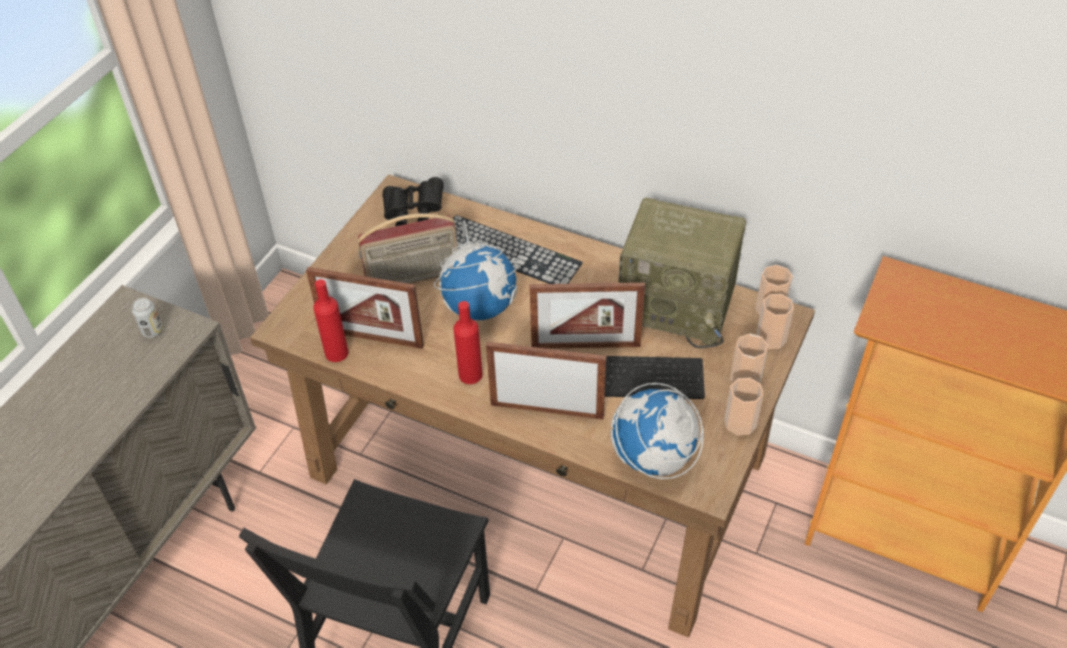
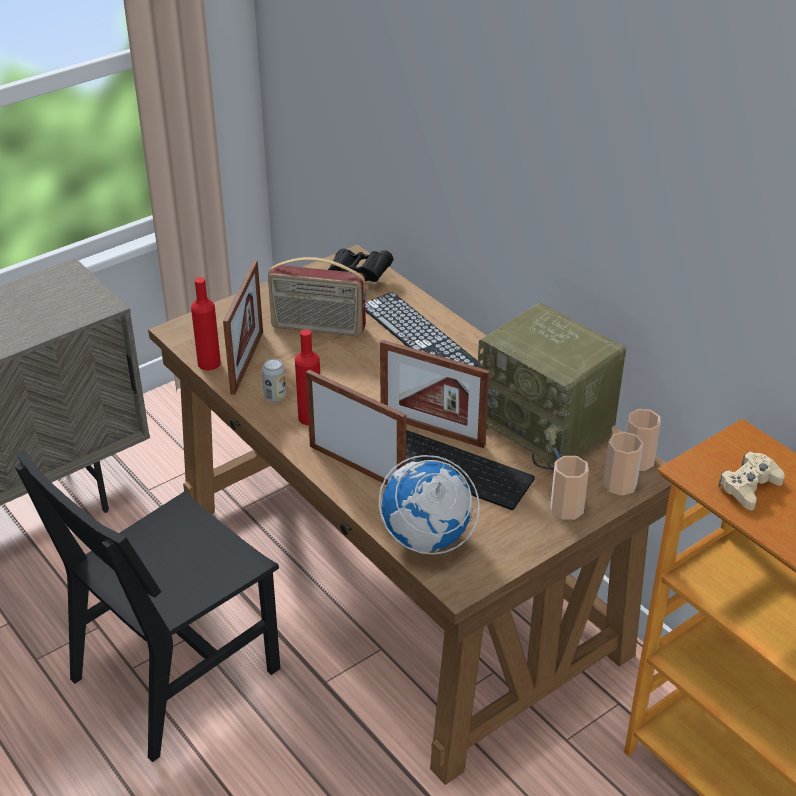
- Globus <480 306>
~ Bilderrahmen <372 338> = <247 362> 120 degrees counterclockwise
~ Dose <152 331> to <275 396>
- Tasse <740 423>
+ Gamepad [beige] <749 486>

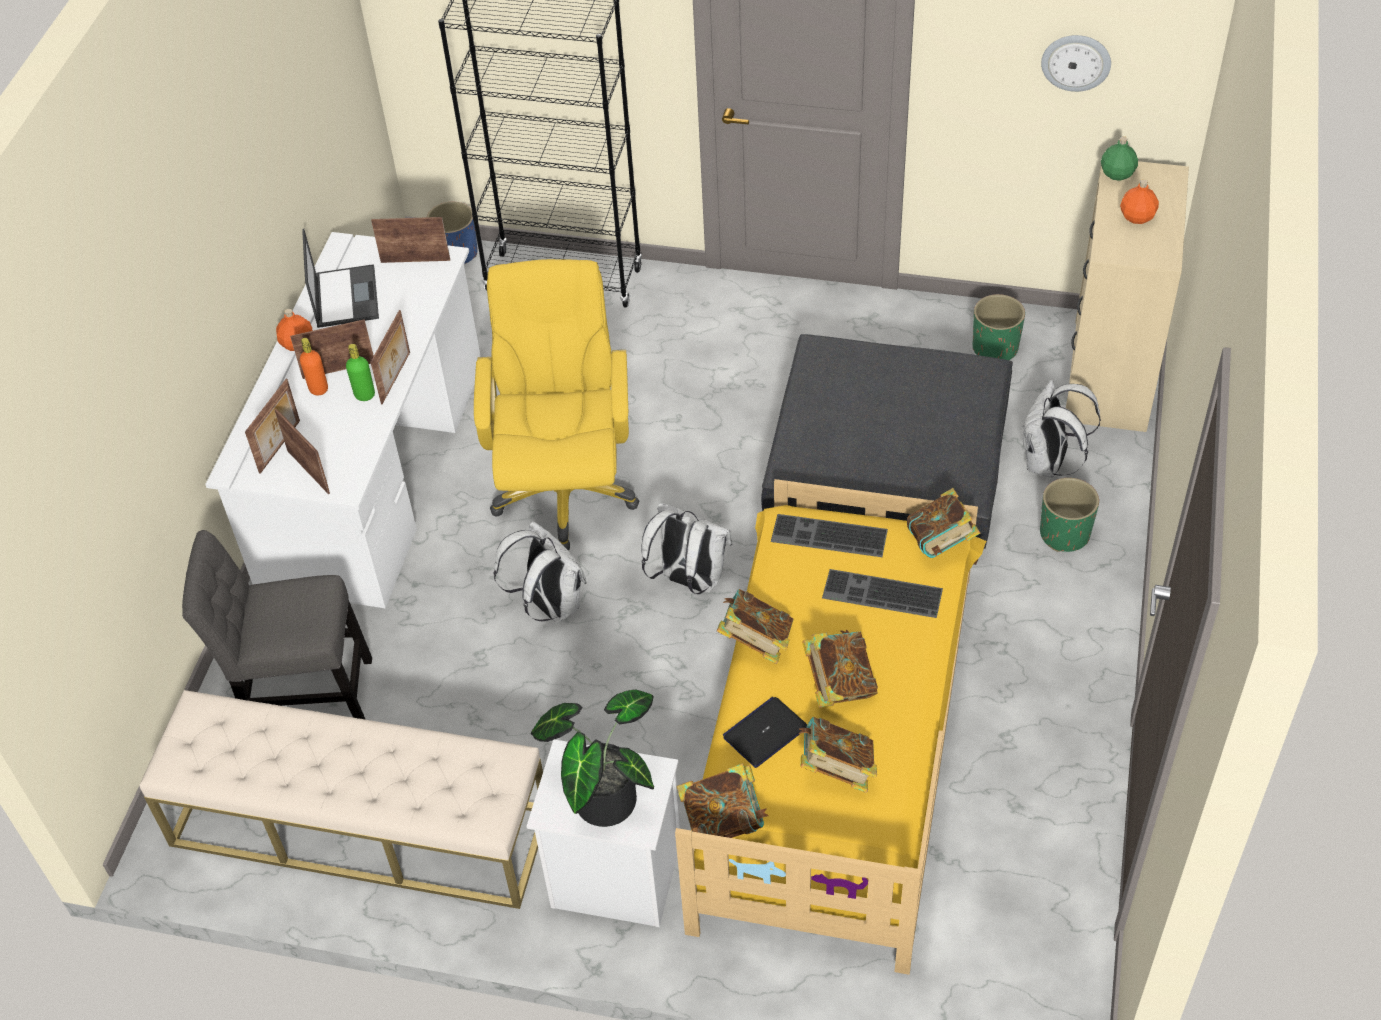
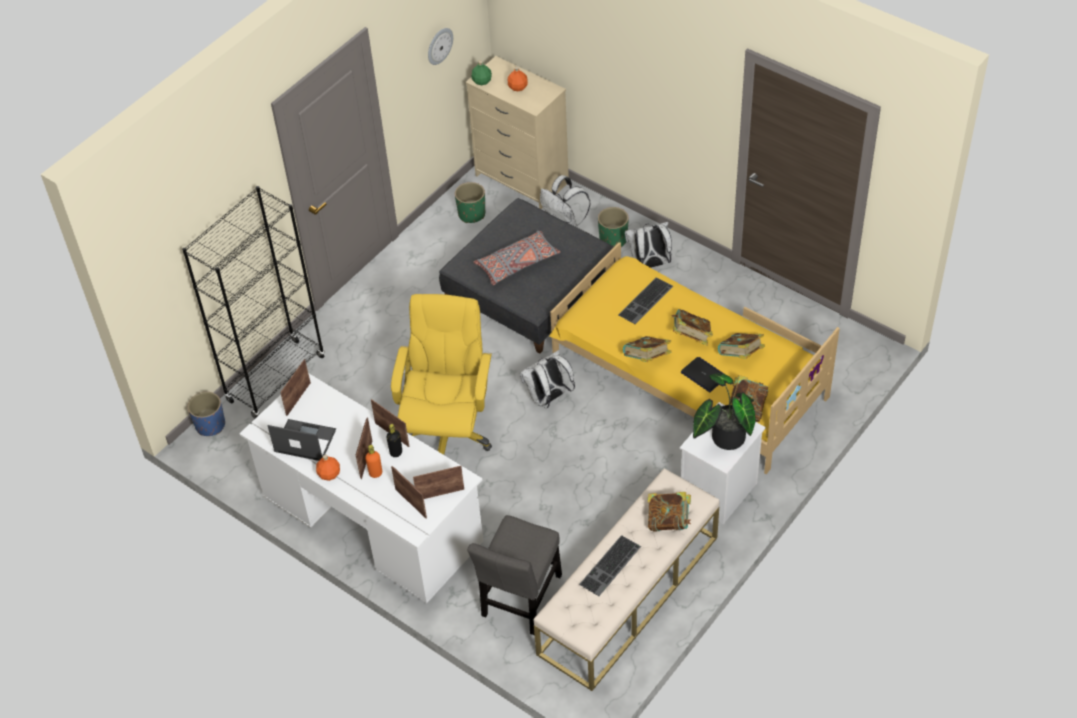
~ Bürostuhl [gelb] <565 490> = <448 432> 75 degrees clockwise
~ Flasche [grün] <364 395> to Flasche [schwarz] <396 452>
~ Buch <941 543> to <669 521>
~ Tastatur <827 537> to <611 567>
~ Rucksack [weiß] <549 605> to <649 265>
~ Laptop <765 732> = <704 375> 150 degrees clockwise
+ Kissen [grau] <517 264>

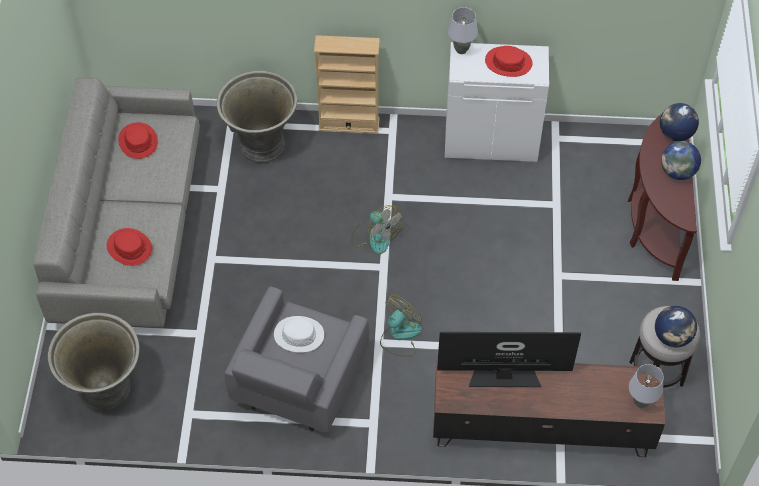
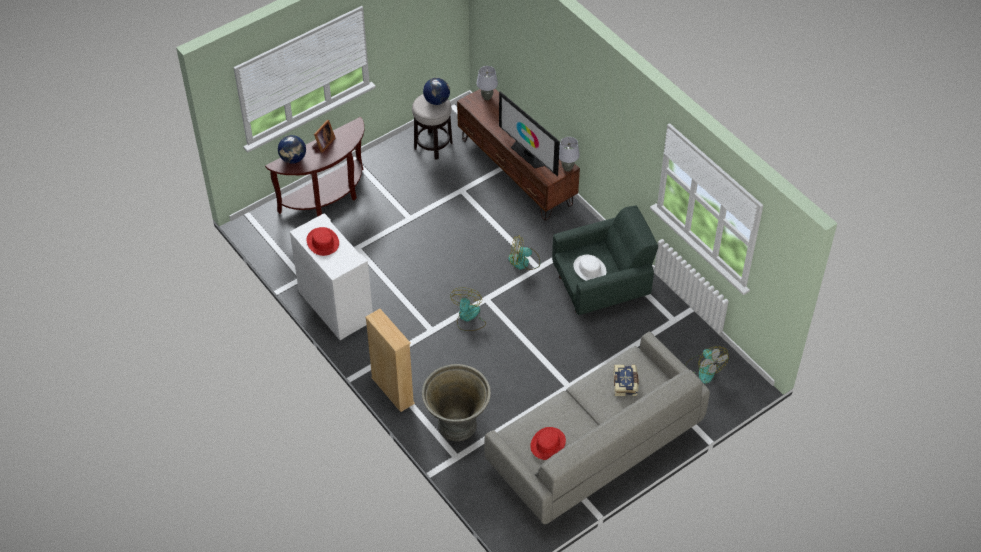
~ Tischlampe [grau] <461 50> to <567 168>
~ Globus <677 172> to Bilderrahmen <323 144>
~ Hut [rot] <129 247> to Buch <626 383>
~ Sessel [grau] <298 384> to Sessel [grün] <602 285>
~ Pflanzkübel [grau] <106 390> to Ventilator <703 369>

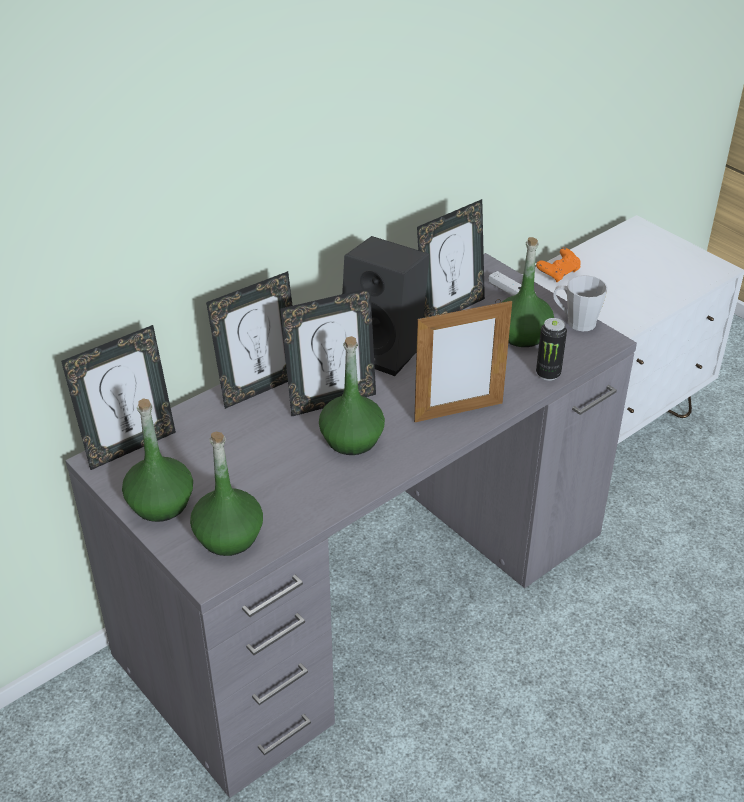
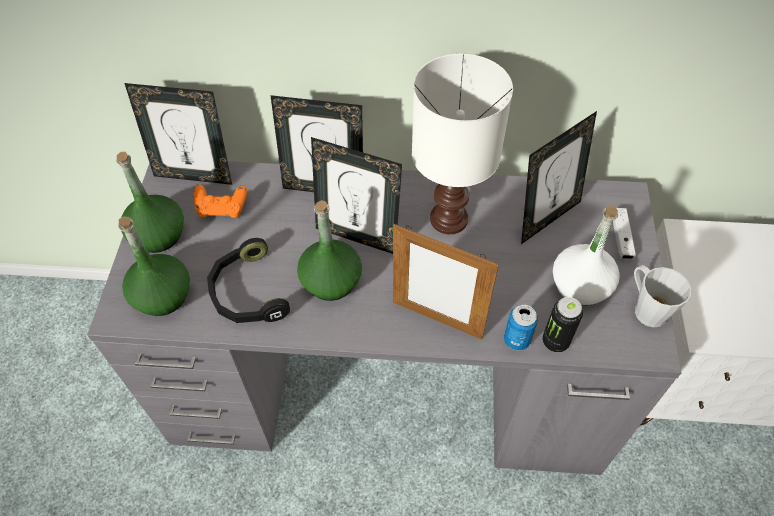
~ Bilderrahmen <449 310> = <546 218> 45 degrees counterclockwise
~ Lautsprecher [schwarz] <386 350> to Tischlampe [weiß] <450 220>
~ Flasche [grün] <522 334> to Flasche [weiß] <580 285>
~ Gamepad [orange] <558 273> to <222 209>
+ Kopfhörer [schwarz] <247 293>
+ Dose <516 340>

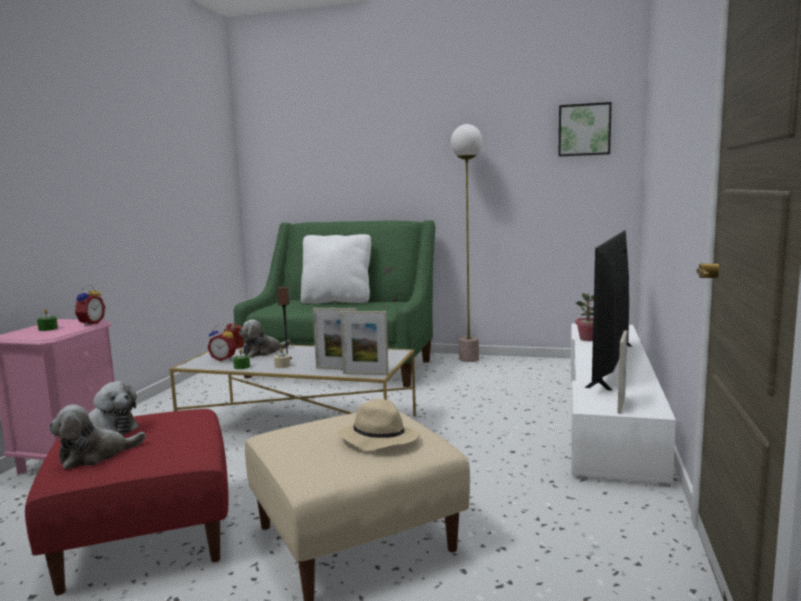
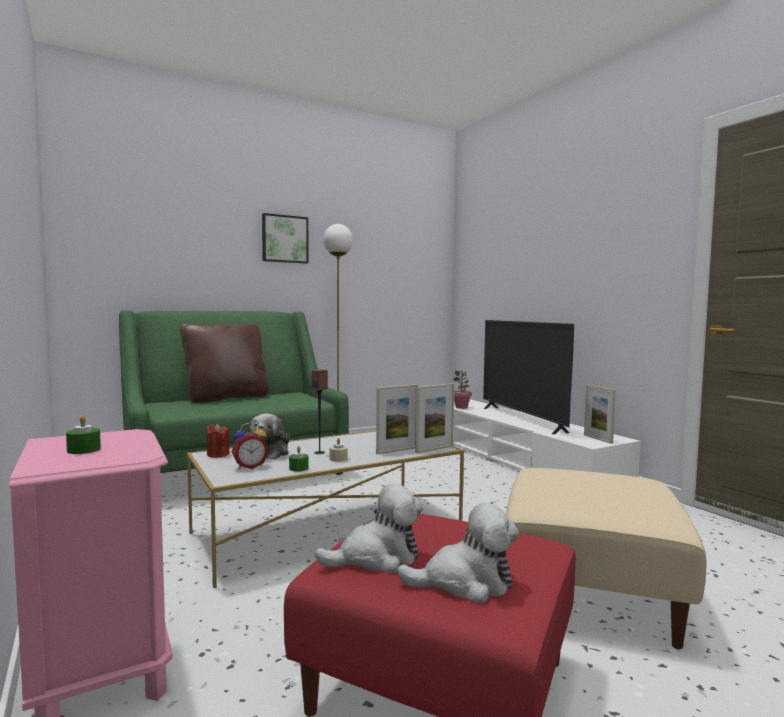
~ Bild <584 130> to <284 239>
~ Kissen [weiß] <337 301> to Kissen [braun] <226 398>
- Wecker <90 324>
- Hut [beige] <377 439>
~ Plüschtier <95 455> = <465 583> 105 degrees counterclockwise

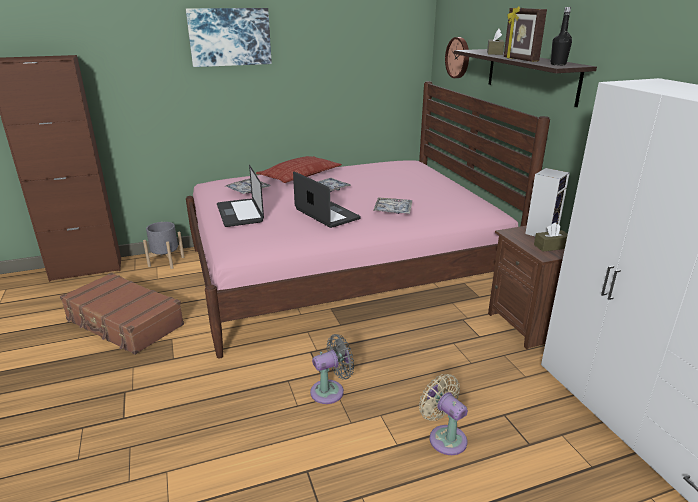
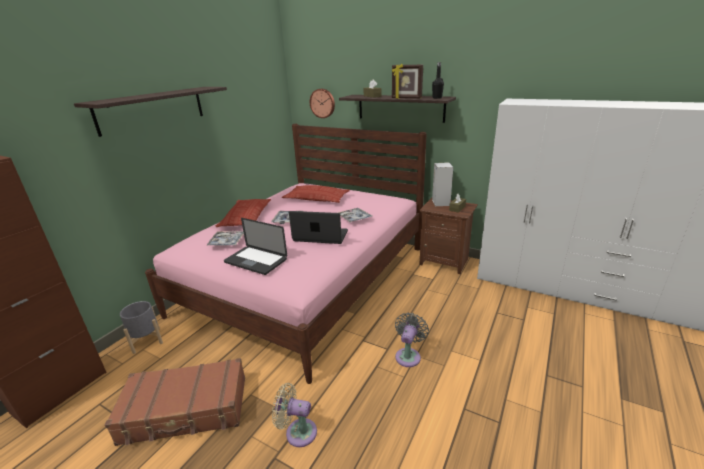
~ Bild <229 37> to Wandregal <152 109>
~ Ventilator [beige] <444 437> to <298 432>
+ Kissen <316 198>

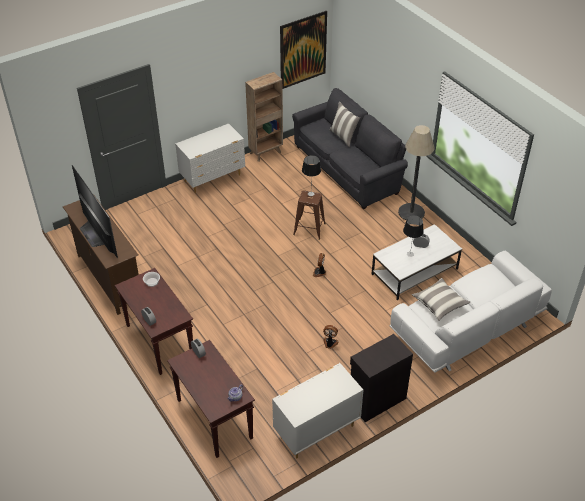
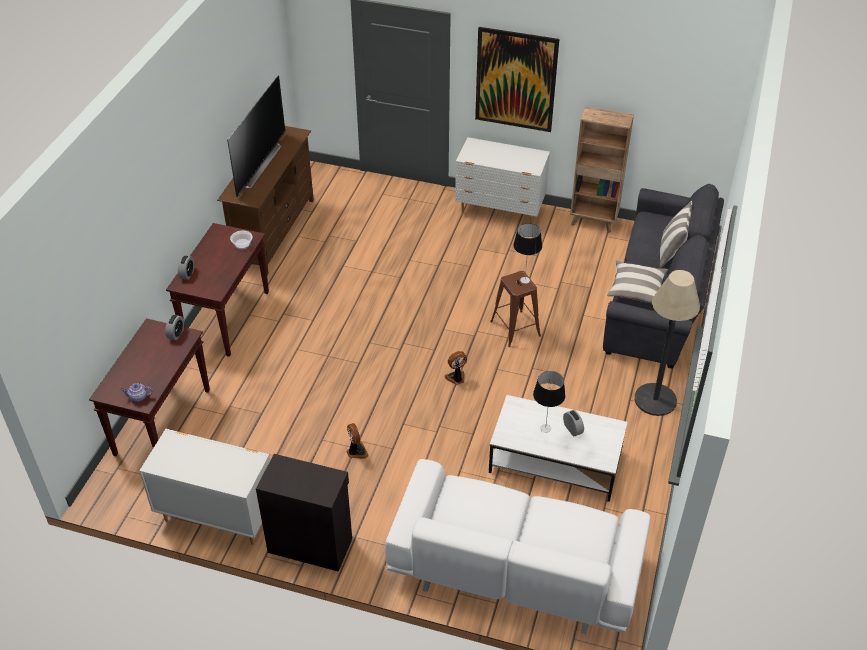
~ Bild <303 50> to <516 80>
~ Kissen <439 304> to <636 289>

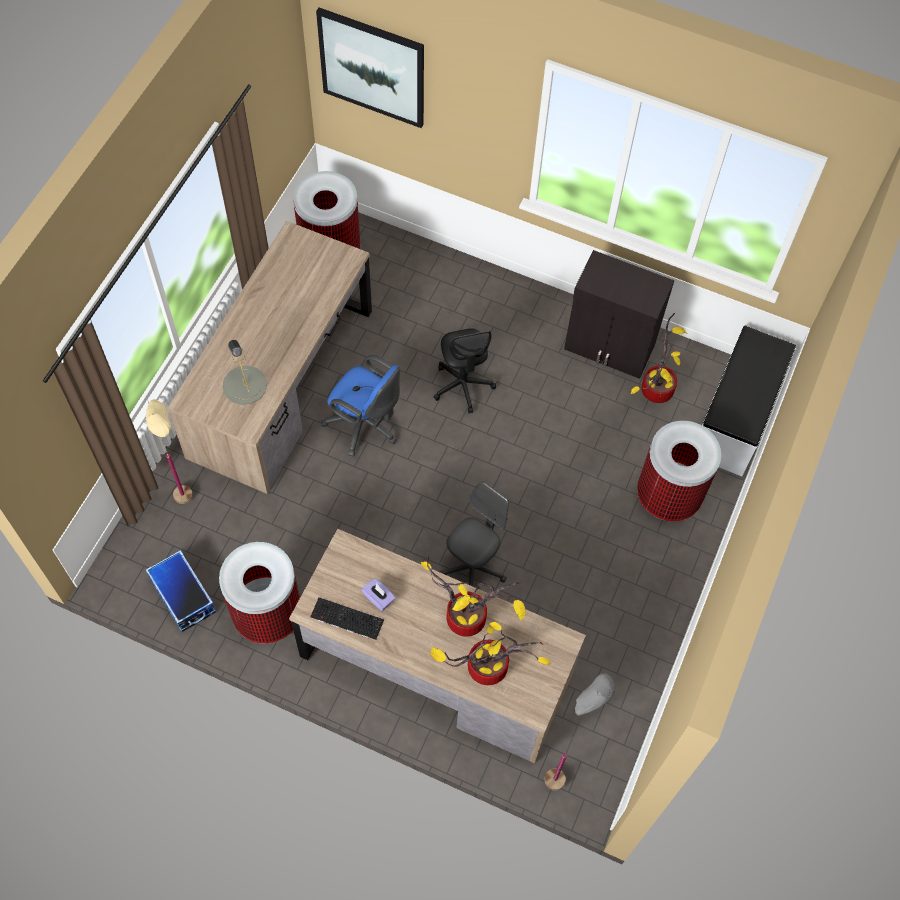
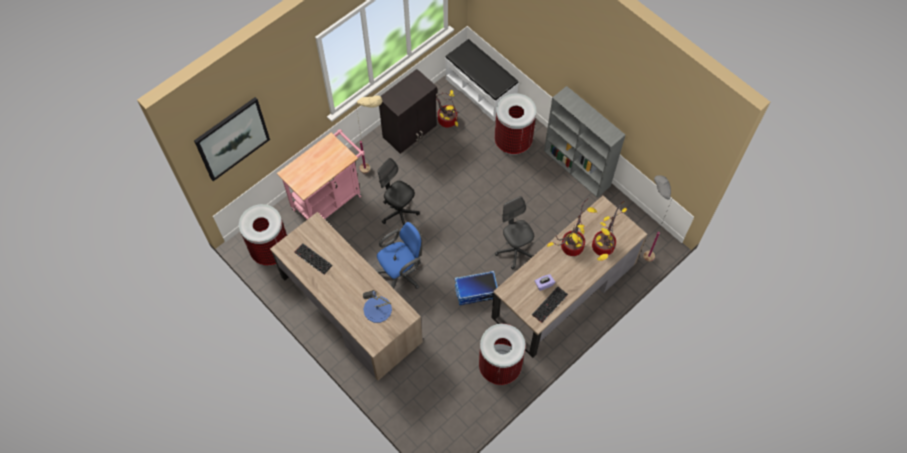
~ Bürostuhl [schwarz] <463 386> = <399 213> 150 degrees counterclockwise
~ Tischlampe [grau] <244 385> to Tischlampe [blau] <377 309>
~ Stehlampe [beige] <190 510> to <374 169>
~ Aufbewahrungsbox <182 597> to <476 292>
+ Bücherregal [grau] <577 168>
+ Rollwagen [rosa] <330 200>
+ Tastatur <312 259>

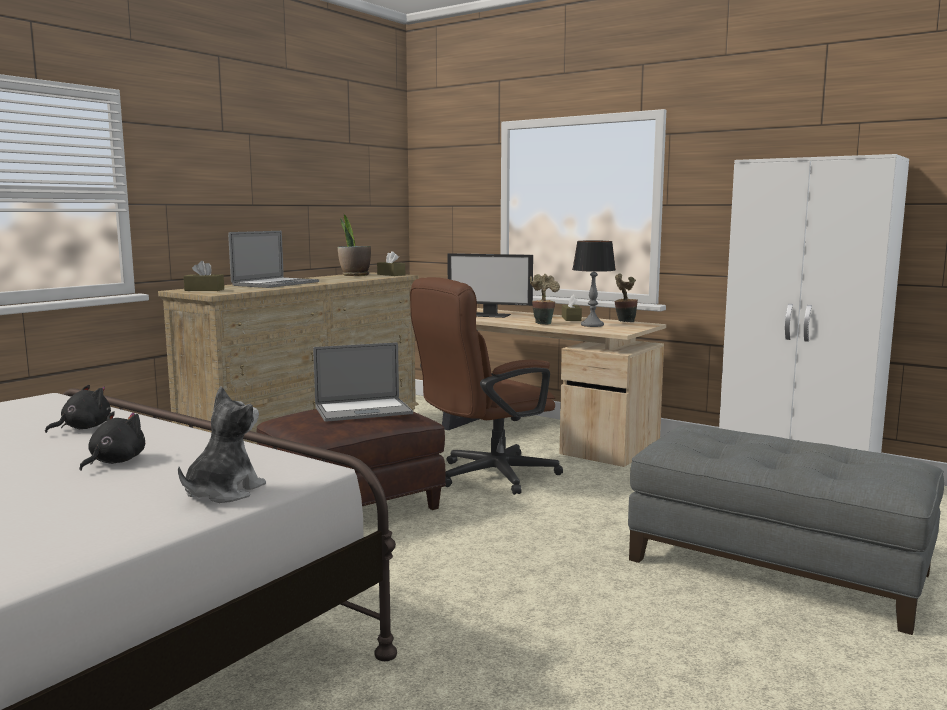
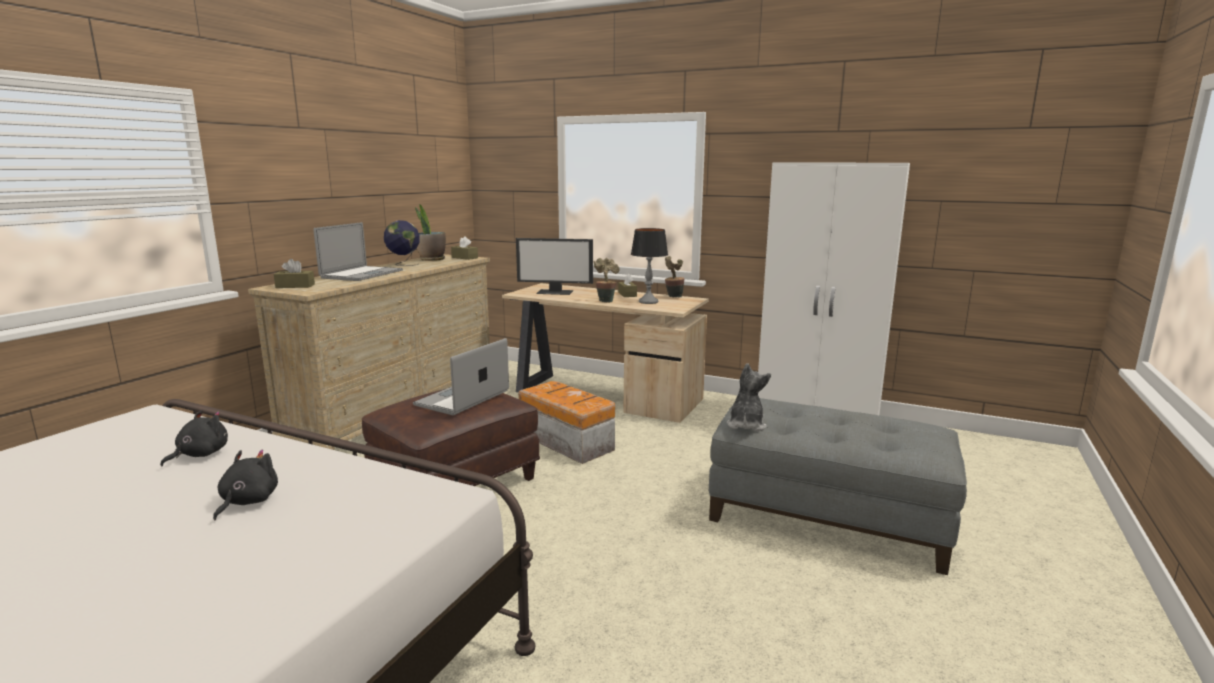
~ Bürostuhl [braun] <486 476> to Aufbewahrungsbox <566 441>
~ Laptop <363 410> = <462 398> 150 degrees clockwise
~ Plüschtier <223 492> to <746 424>
+ Globus <403 264>

